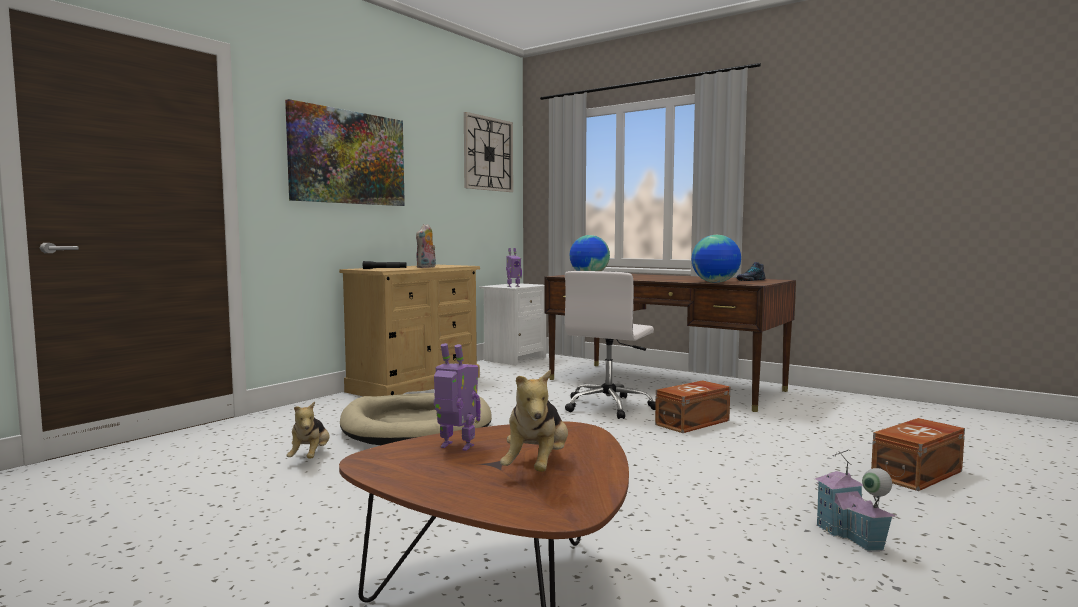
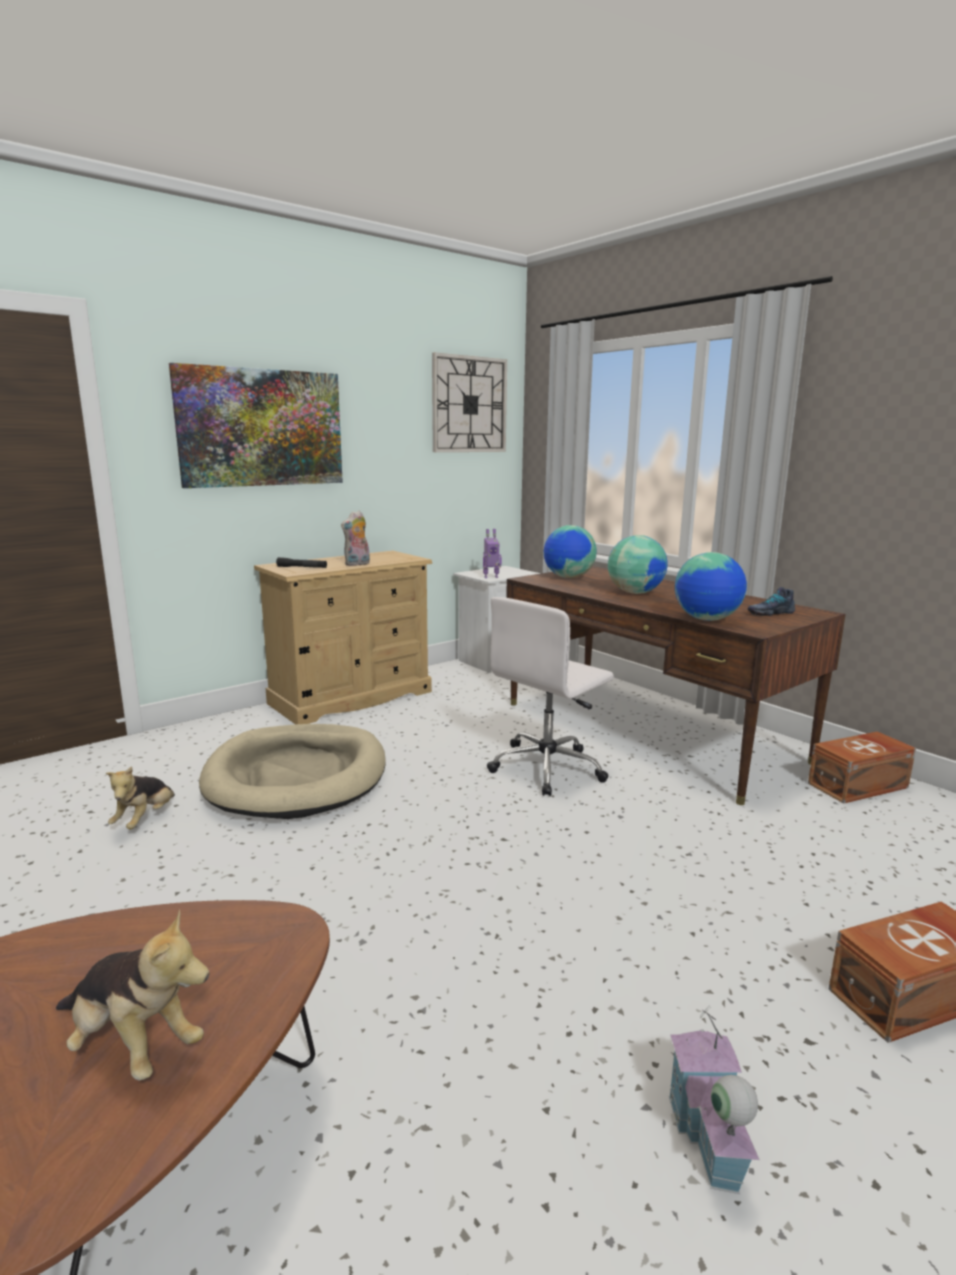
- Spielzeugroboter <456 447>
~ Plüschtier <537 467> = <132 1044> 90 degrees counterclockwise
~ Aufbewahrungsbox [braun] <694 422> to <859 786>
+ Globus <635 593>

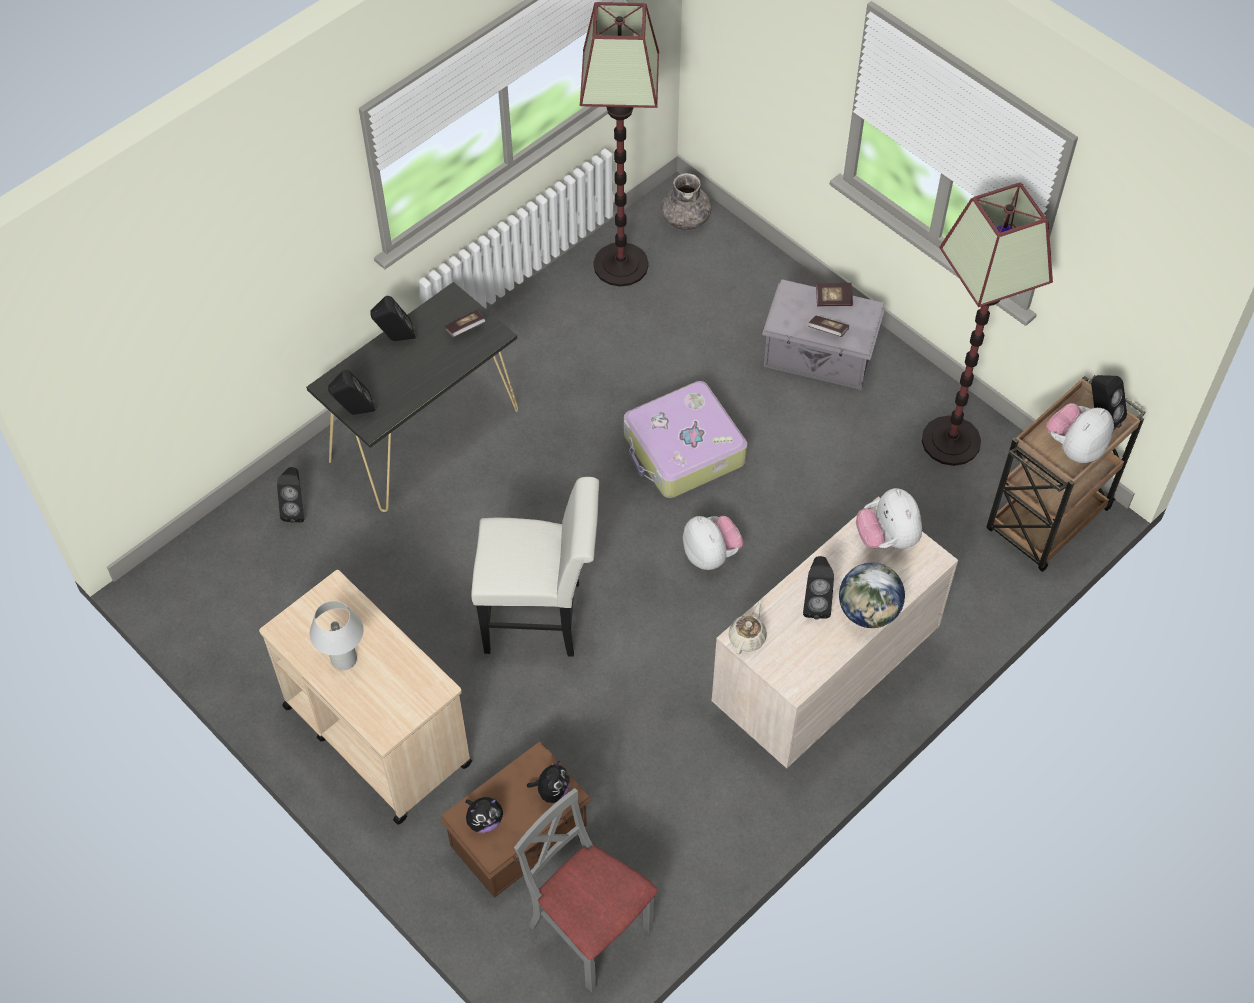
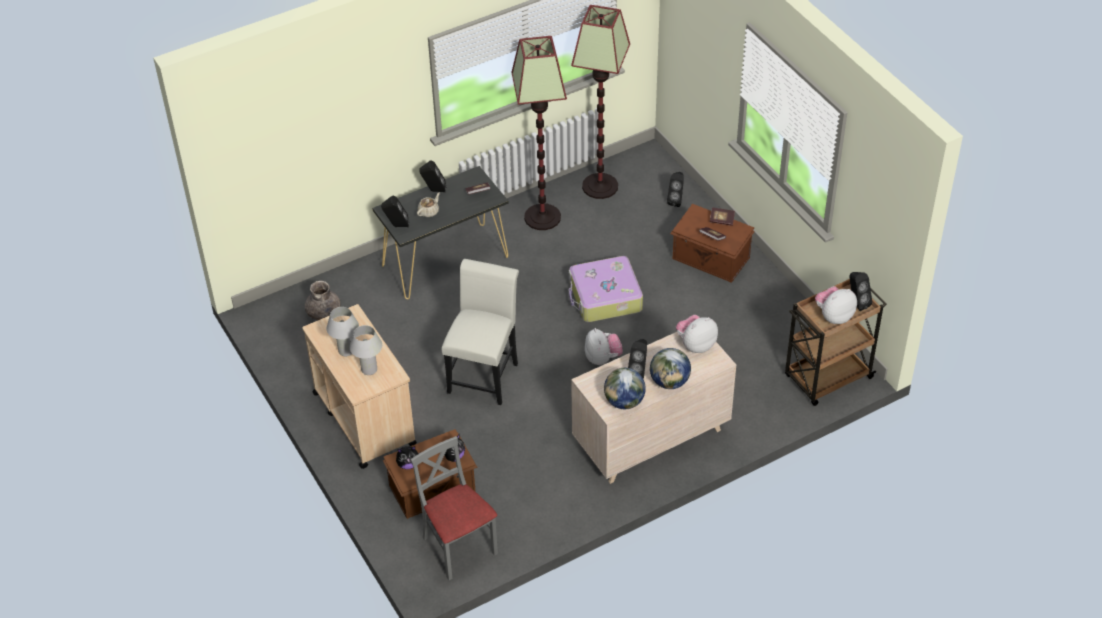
~ Vase [grau] <686 218> to <324 312>
~ Stehlampe <951 440> to <542 217>
~ Aufbewahrungsbox [grau] <819 356> to Aufbewahrungsbox [braun] <711 259>
~ Lautsprecher [schwarz] <296 509> to <676 200>
~ Stuhl [weiß] <541 617> = <485 374> 90 degrees counterclockwise
~ Plüschtier <887 538> = <695 345> 60 degrees clockwise
~ Teekanne [beige] <747 637> to <429 211>
+ Tischlampe [weiß] <369 369>
+ Globus <624 402>

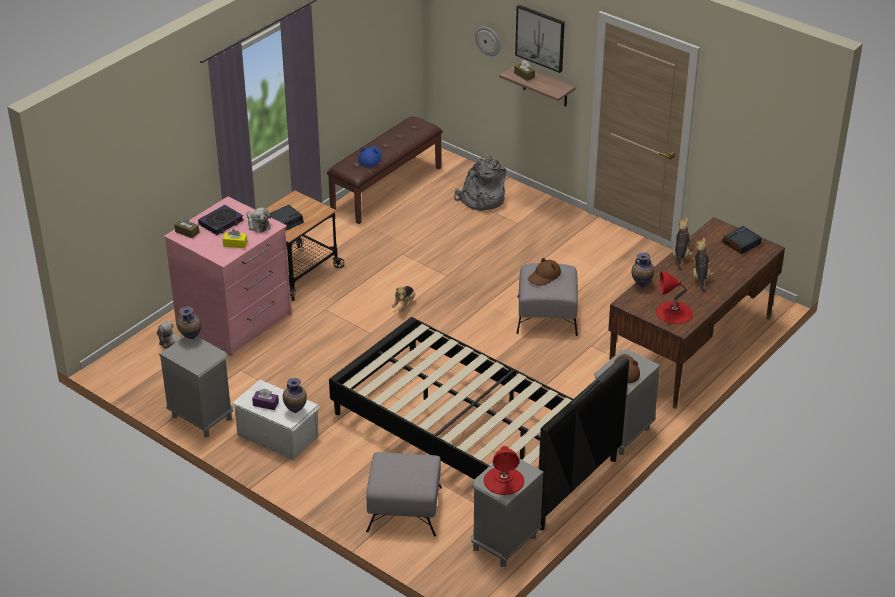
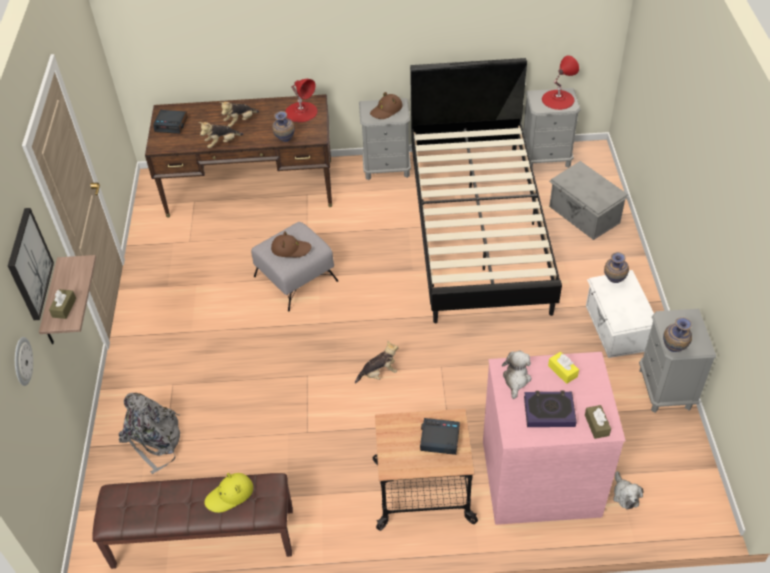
~ Hut [blau] <370 158> to Hut [gelb] <230 495>
- Taschentuchbox [lila] <265 404>
~ Polsterhocker [grau] <404 509> to Aufbewahrungsbox [grau] <584 215>

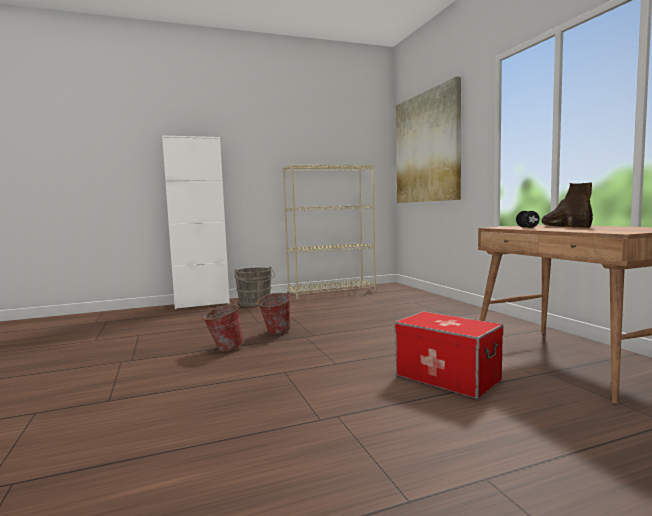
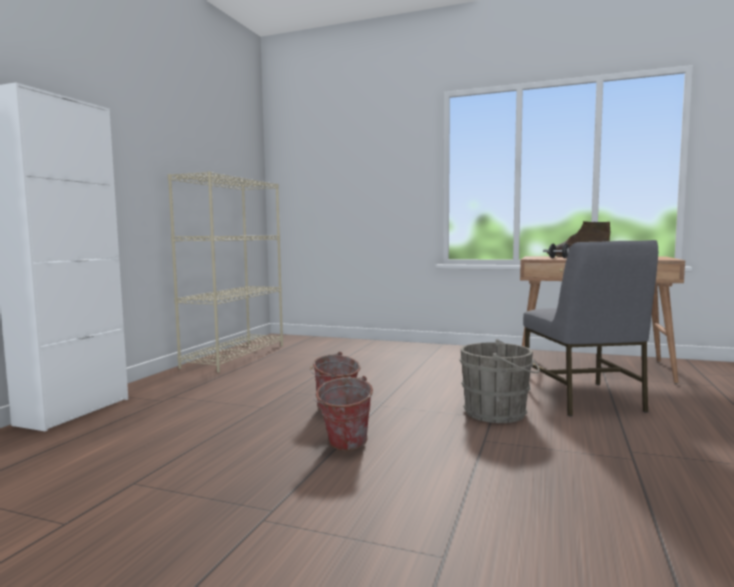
- Bild <427 147>
~ Eimer [grau] <255 303> to <499 413>
~ Aufbewahrungsbox <447 378> to Stuhl [grau] <583 399>

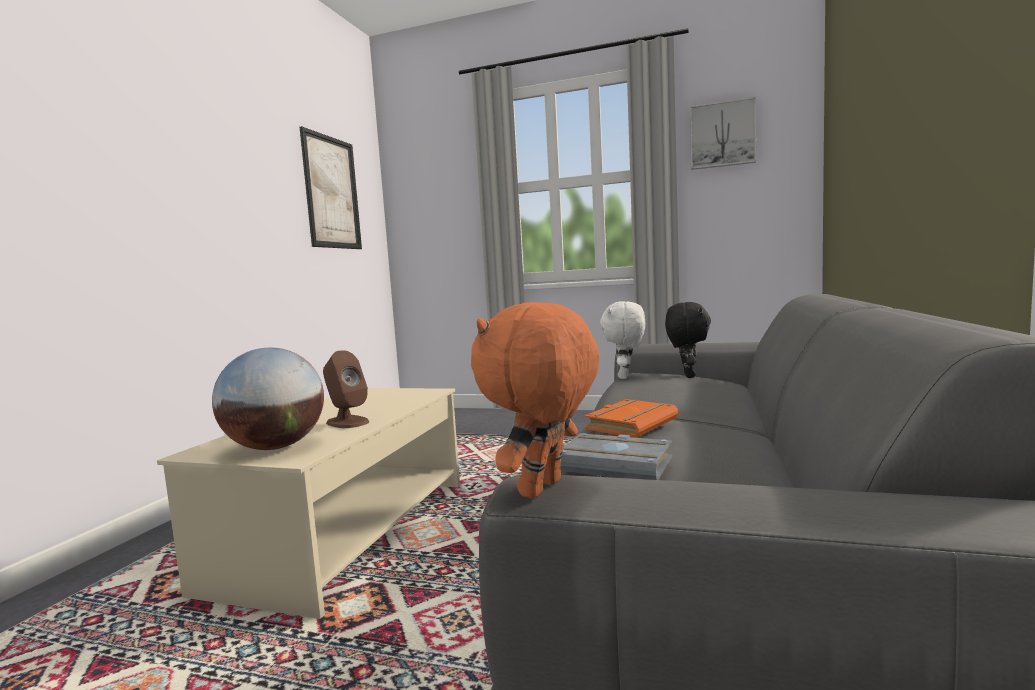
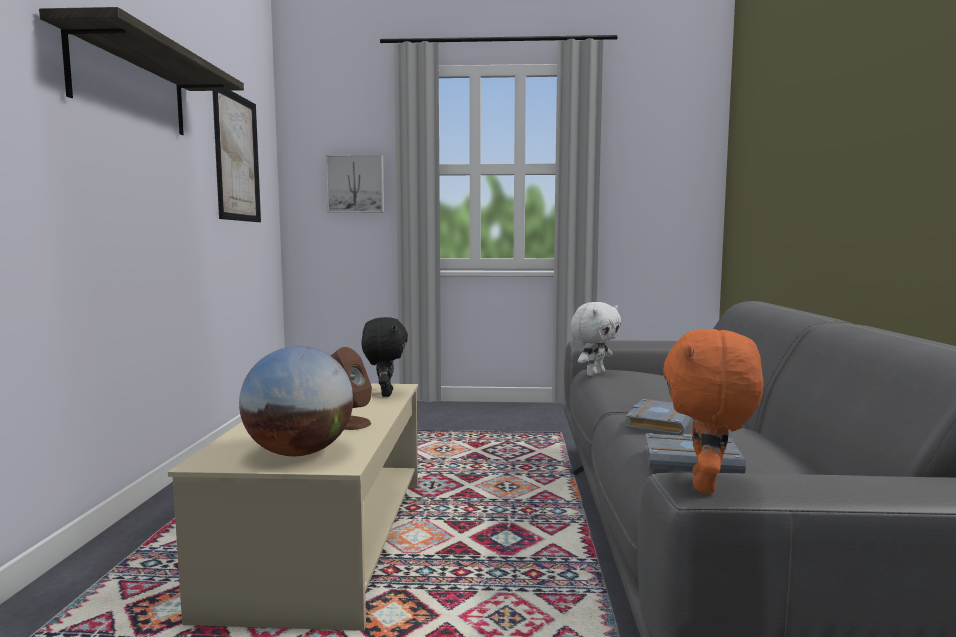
~ Bild <722 135> to <355 184>
~ Plüschtier [weiß] <625 377> = <594 374> 135 degrees counterclockwise
~ Plüschtier [schwarz] <687 376> to <385 394>
~ Buch [orange] <630 424> to Buch [grau] <658 423>
+ Wandregal <130 86>

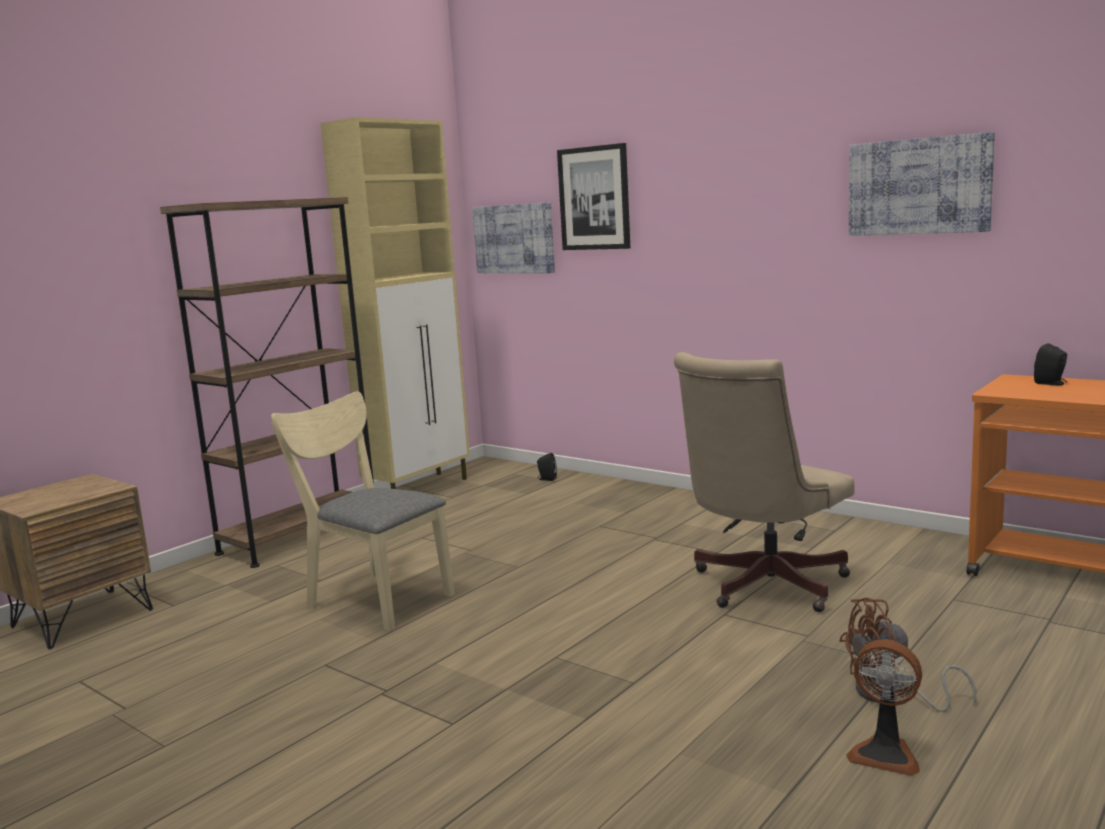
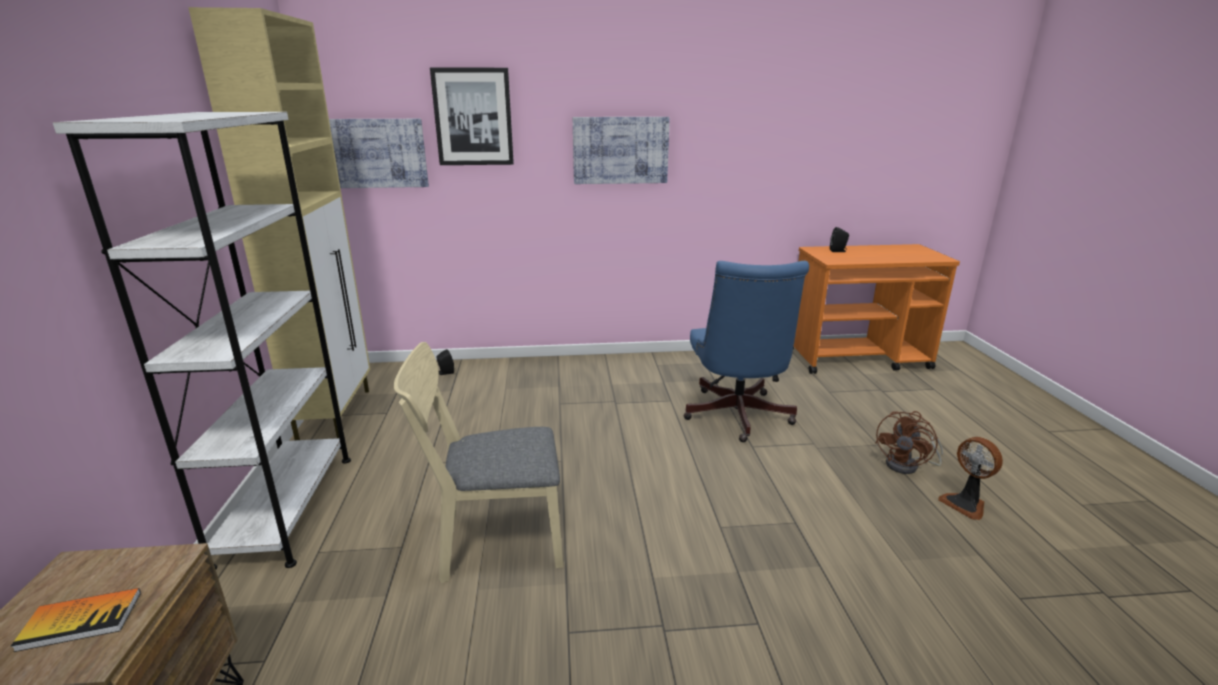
~ Bild <918 186> to <620 150>
~ Bücherregal [braun] <300 536> to Bücherregal [weiß] <287 508>
~ Bürostuhl [beige] <762 587> to Bürostuhl [blau] <737 417>
~ Ventilator <885 754> = <965 504> 75 degrees clockwise
+ Buch <80 620>

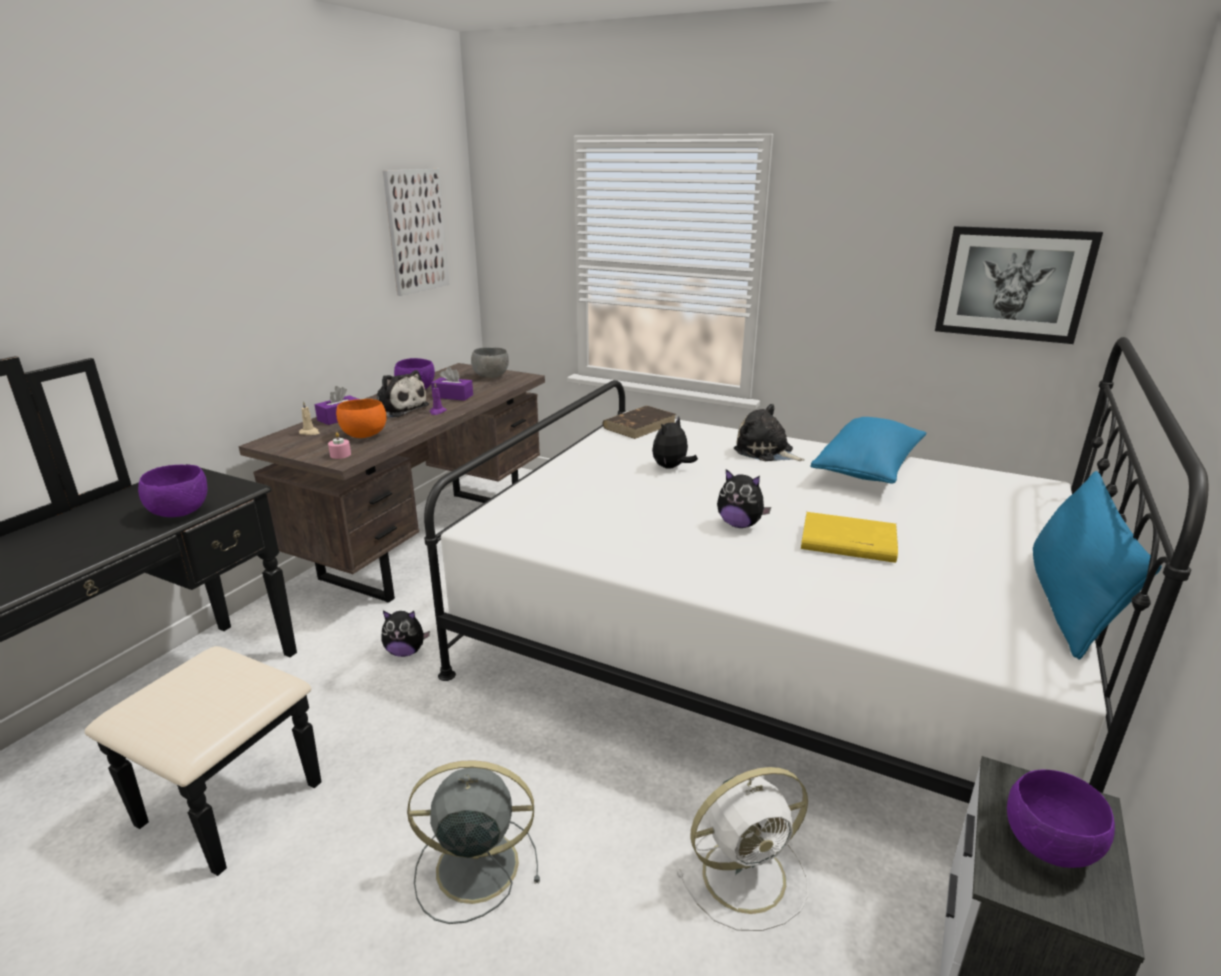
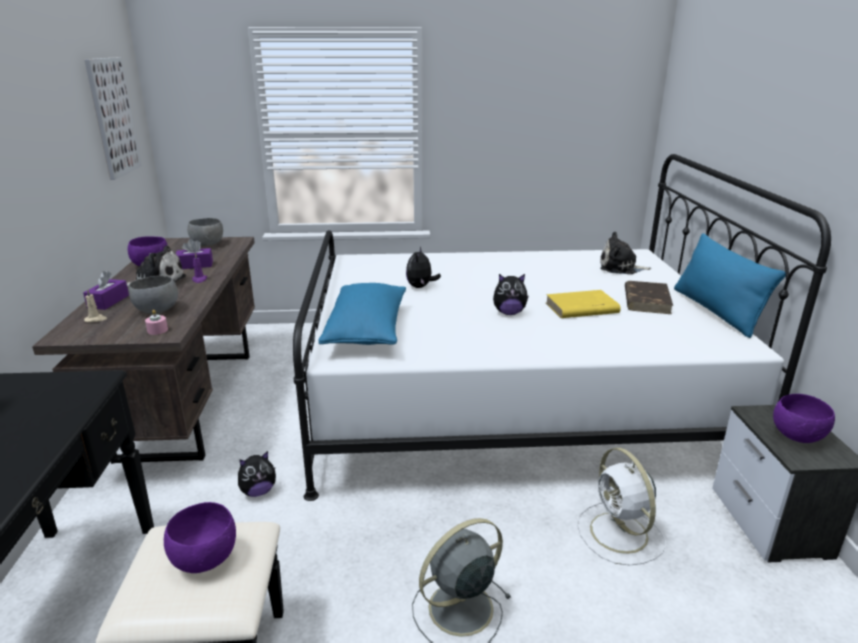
- Bild <1013 284>
~ Schüssel [orange] <363 435> to Schüssel [grau] <156 311>
~ Plüschtier <766 452> to <620 268>
~ Buch [braun] <640 425> to <646 300>
~ Kissen [blau] <868 469> to <367 331>
~ Schüssel [lila] <181 512> to <205 558>
~ Ventilator [weiß] <747 874> = <620 534> 120 degrees clockwise

